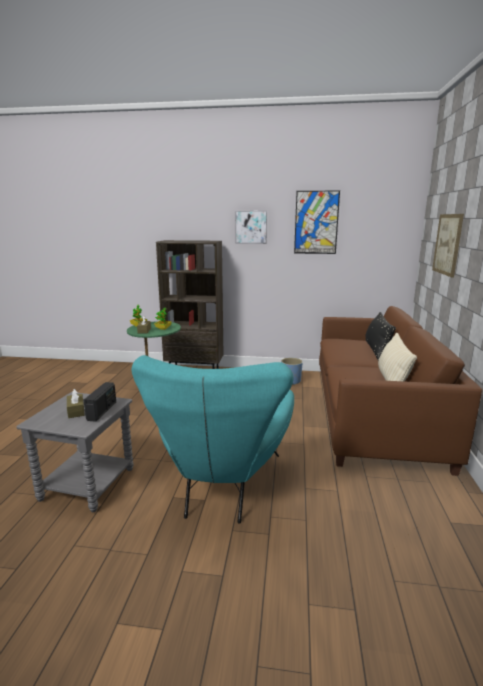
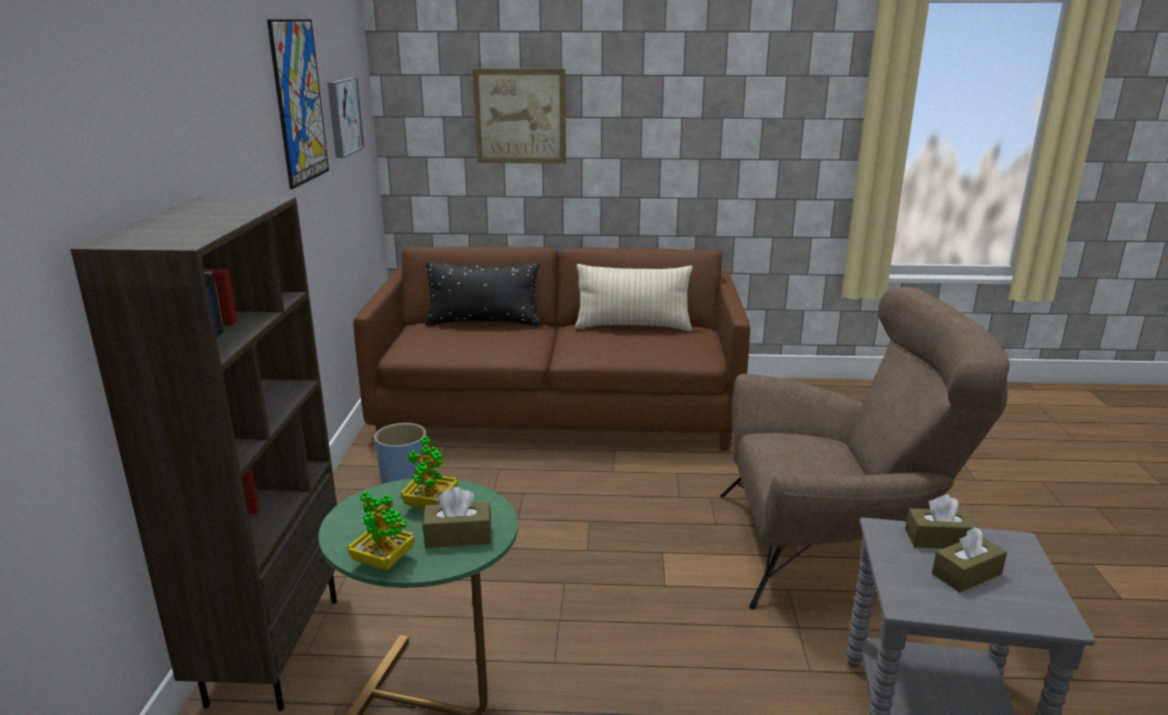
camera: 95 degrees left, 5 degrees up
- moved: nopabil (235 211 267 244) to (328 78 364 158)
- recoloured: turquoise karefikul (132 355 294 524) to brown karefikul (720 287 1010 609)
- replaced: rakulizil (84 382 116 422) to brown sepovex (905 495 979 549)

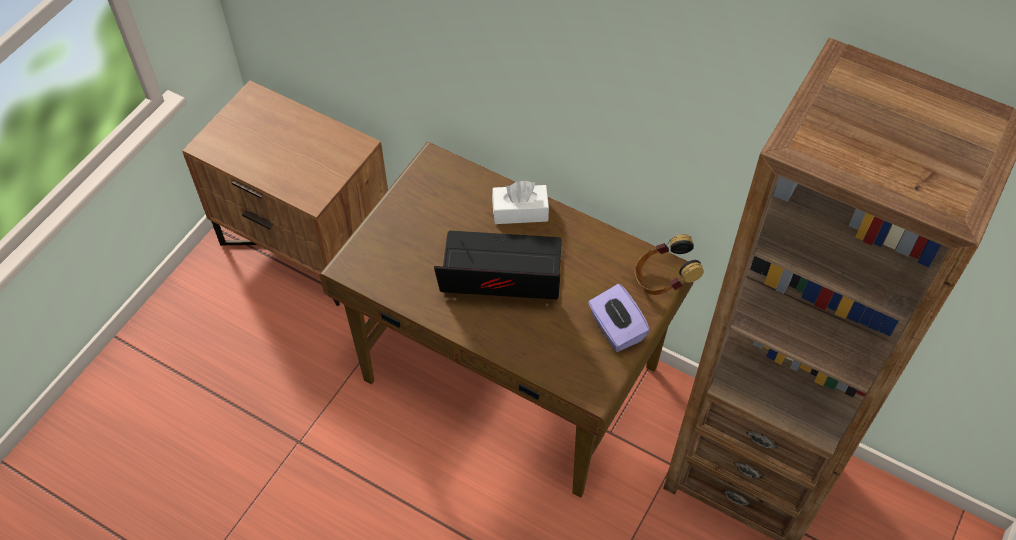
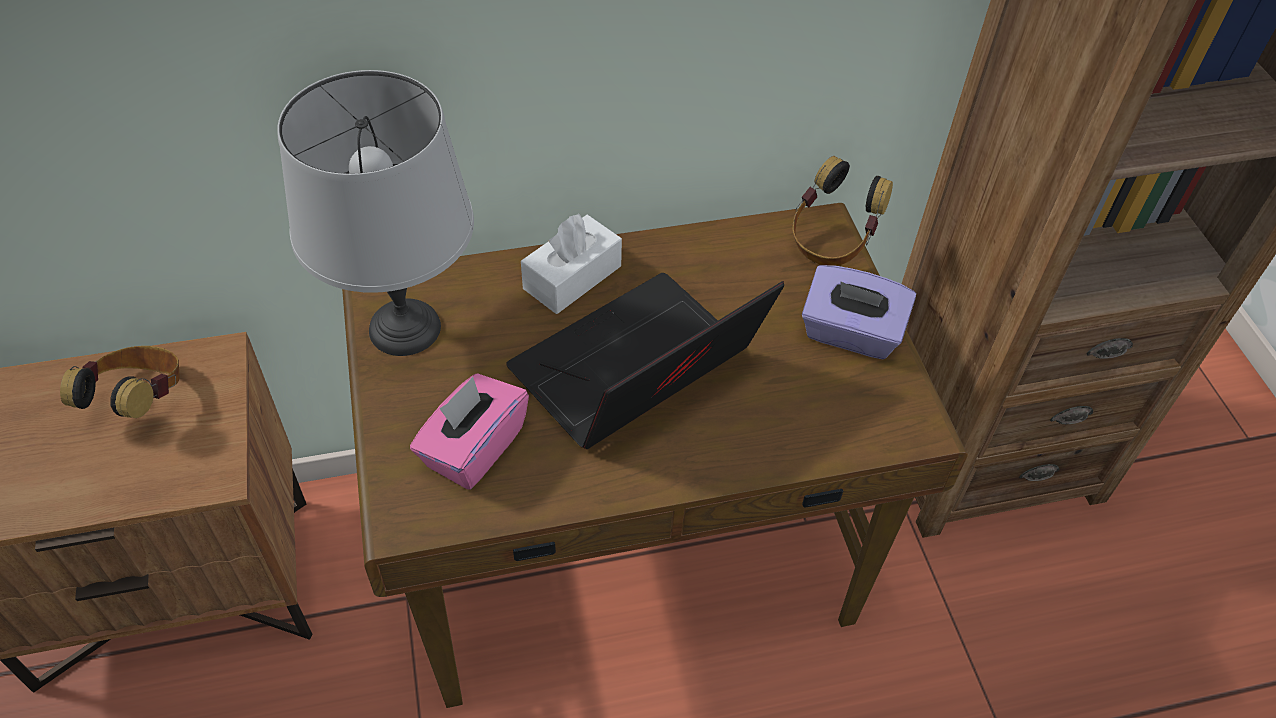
camera: 45 degrees left, 5 degrees down
- added: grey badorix (278 70 474 356)
- added: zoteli (60 346 180 418)
- added: pink sepovex (410 373 529 490)

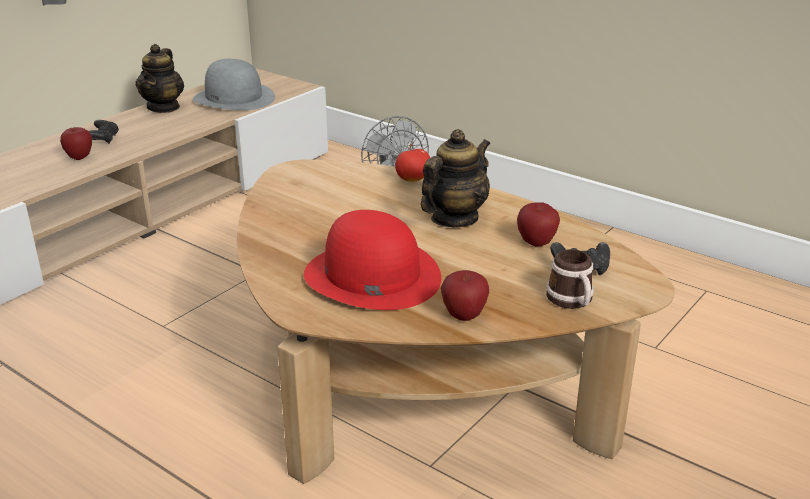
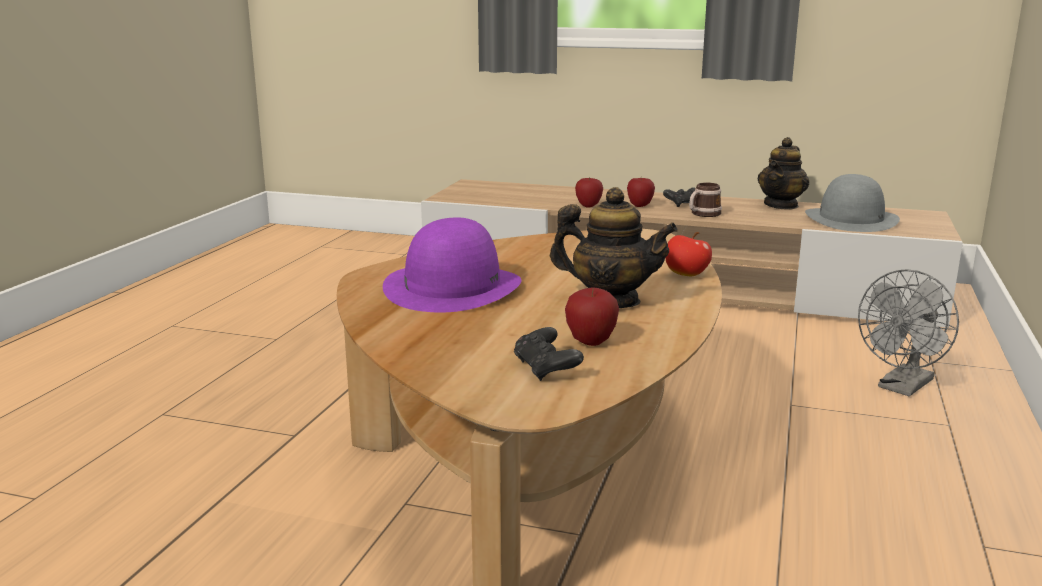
camera: 70 degrees right, 10 degrees down
- turned: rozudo (136 44 184 113) = (757 137 809 210) 45 degrees counterclockwise
- recoloured: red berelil (304 210 441 310) to purple berelil (383 217 521 312)
- moved: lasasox (546 249 594 309) to (689 183 722 217)
- moved: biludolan (441 270 489 321) to (575 177 603 207)

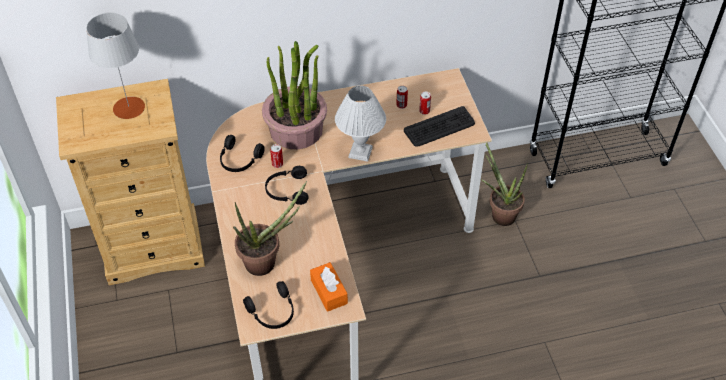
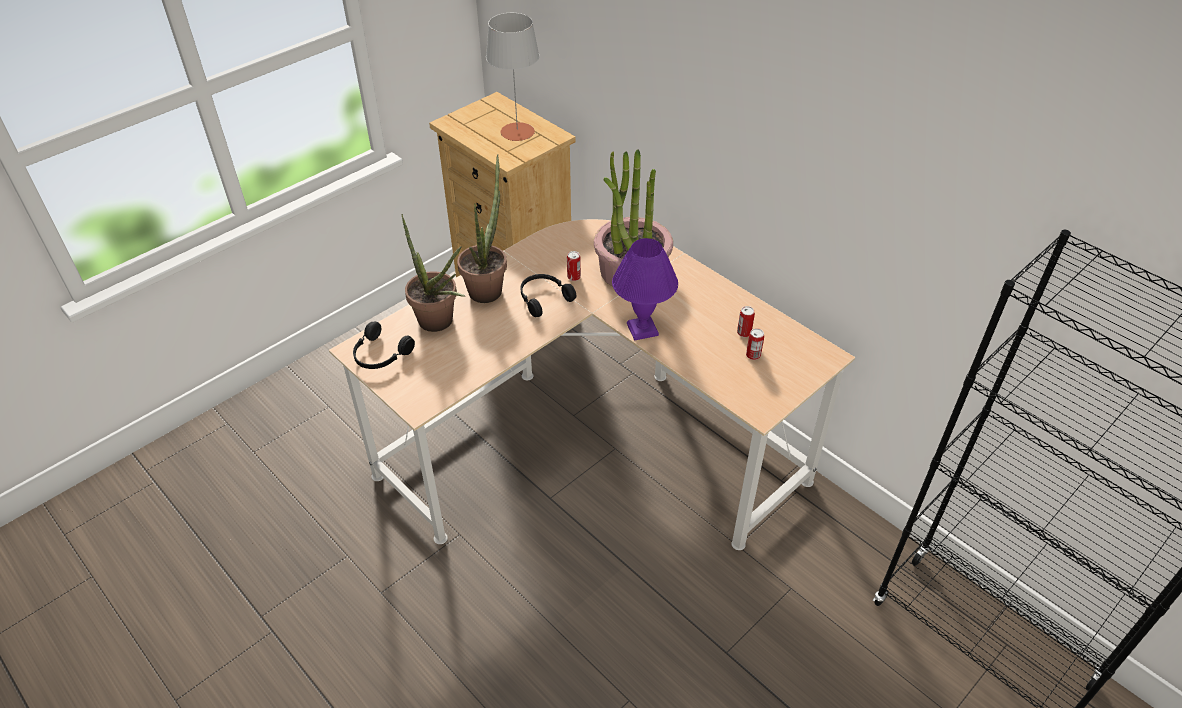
camera: 60 degrees right, 5 degrees down
- recoloured: white badorix (335 86 386 162) to purple badorix (612 238 678 341)
- removed: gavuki (404 106 475 147)
- removed: black zoteli (220 135 265 172)
- moved: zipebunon (482 143 528 226) to (457 155 507 303)
- removed: orange sepovex (310 262 348 312)

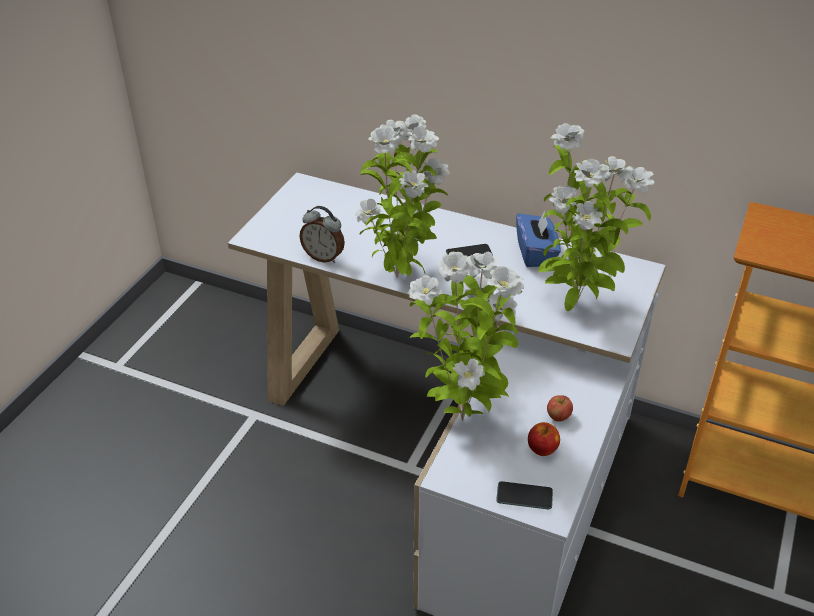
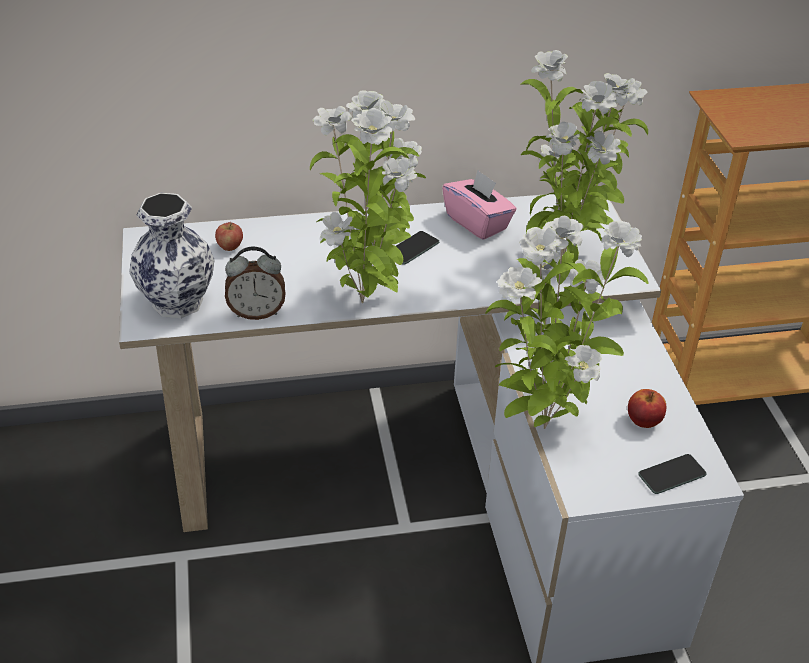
camera: 35 degrees left, 0 degrees up
- recoloured: blue sepovex (516 210 561 267) to pink sepovex (442 170 517 240)
- moved: biludolan (547 395 573 422) to (215 222 243 251)
- added: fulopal (129 193 215 318)

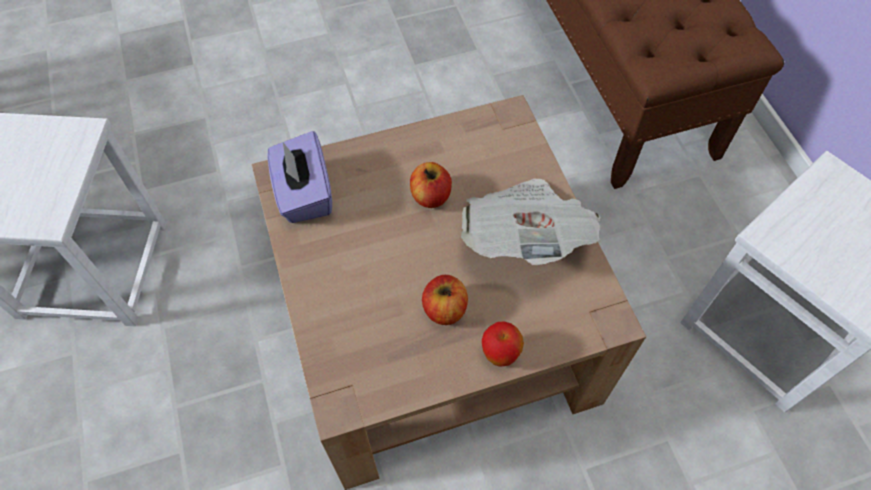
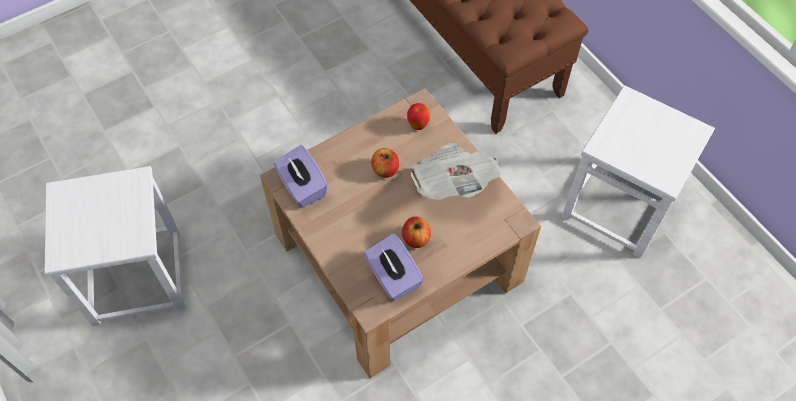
camera: 15 degrees left, 0 degrees up
- moved: biludolan (482 321 524 367) to (407 103 430 130)
- added: purple sepovex (364 234 424 301)

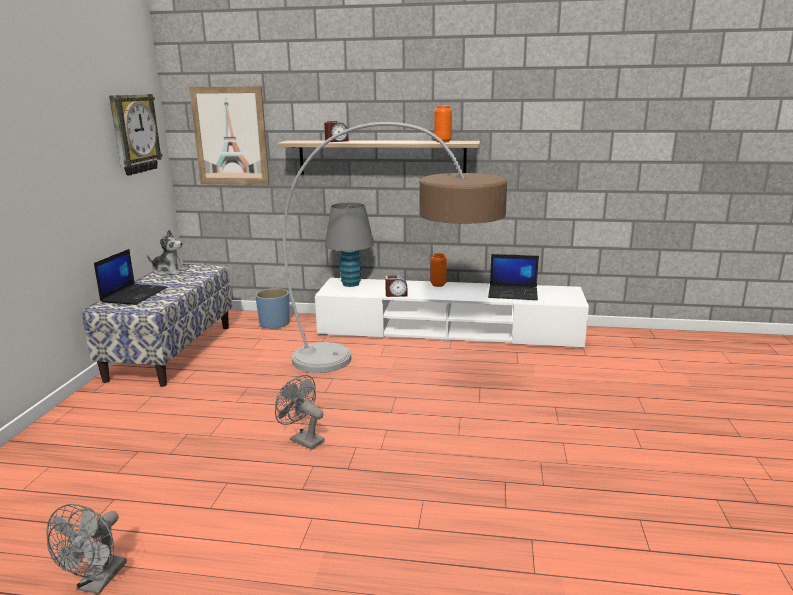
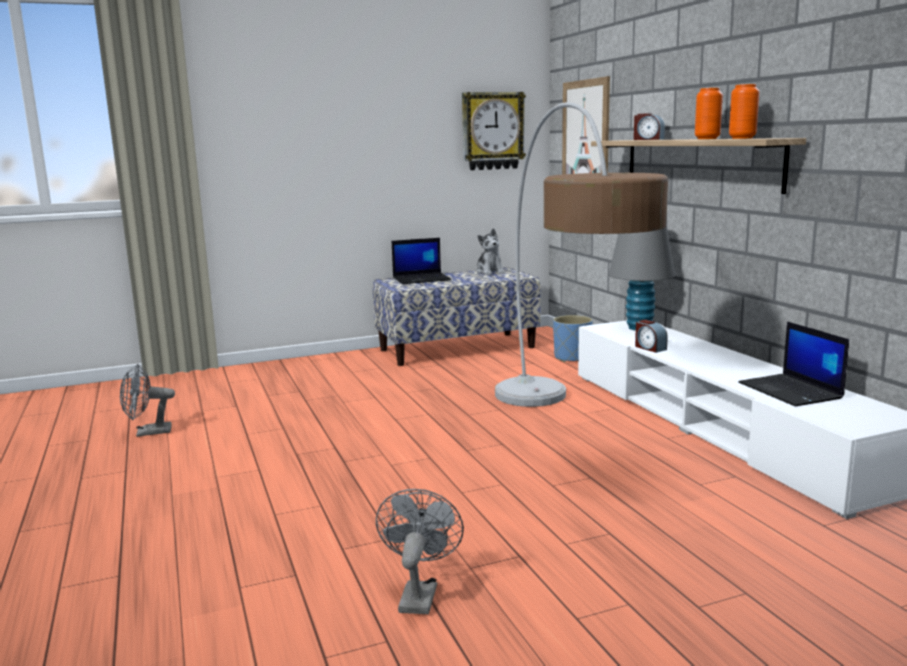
camera: 60 degrees right, 5 degrees down
- moved: orange fulopal (430 253 447 287) to (695 88 723 139)
- moved: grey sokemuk (275 375 325 450) to (376 489 464 614)

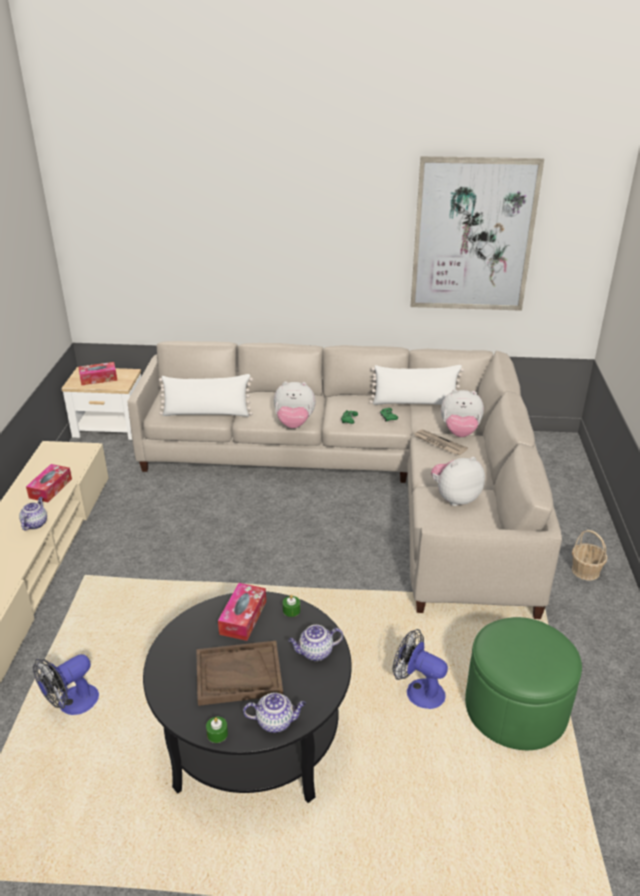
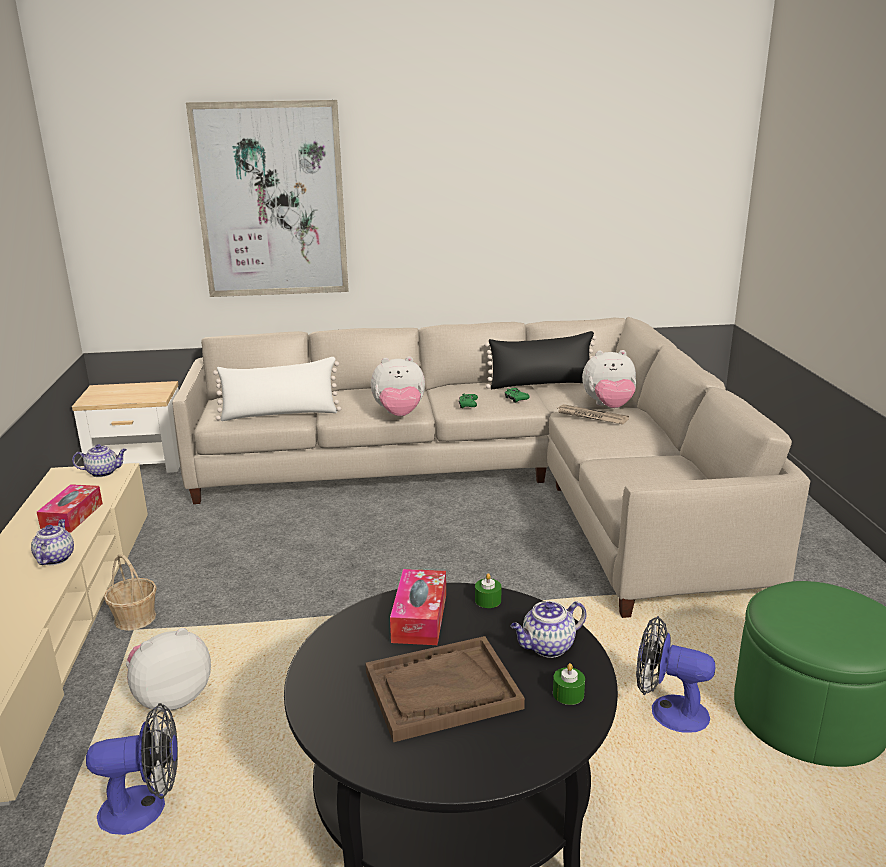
camera: 10 degrees left, 10 degrees down
- moved: nopabil (411 156 544 311) to (186 100 349 297)
- removed: sepovex (79 362 117 386)
- recoloured: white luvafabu (370 365 464 405) to black luvafabu (485 331 597 389)
- moved: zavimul (431 457 485 506) to (126 628 211 712)
- moved: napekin (572 530 607 580) to (104 554 157 631)
- turned: sokemuk (33 654 99 715) = (86 703 178 835) 135 degrees counterclockwise
- moved: rozudo (243 692 306 733) to (72 444 127 477)
- moved: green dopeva (206 717 228 743) to (553 663 585 705)

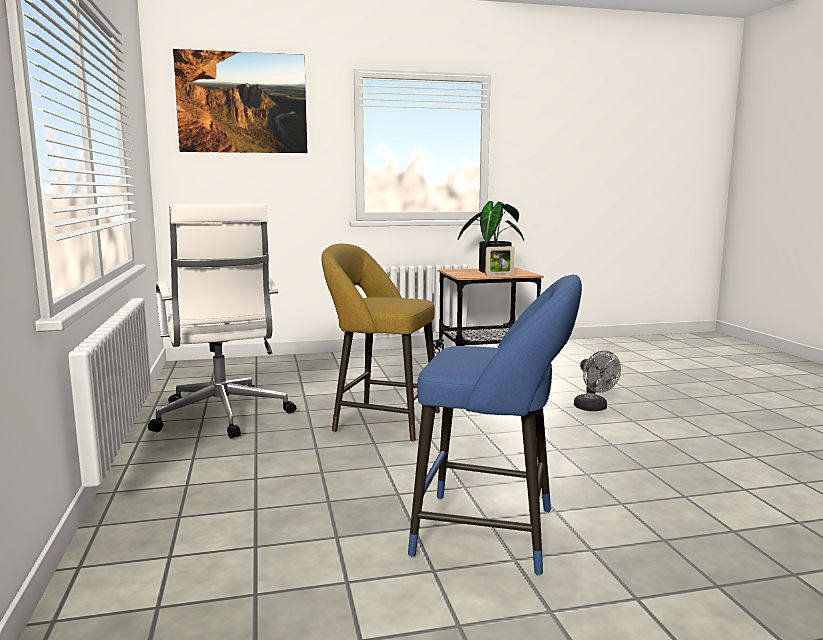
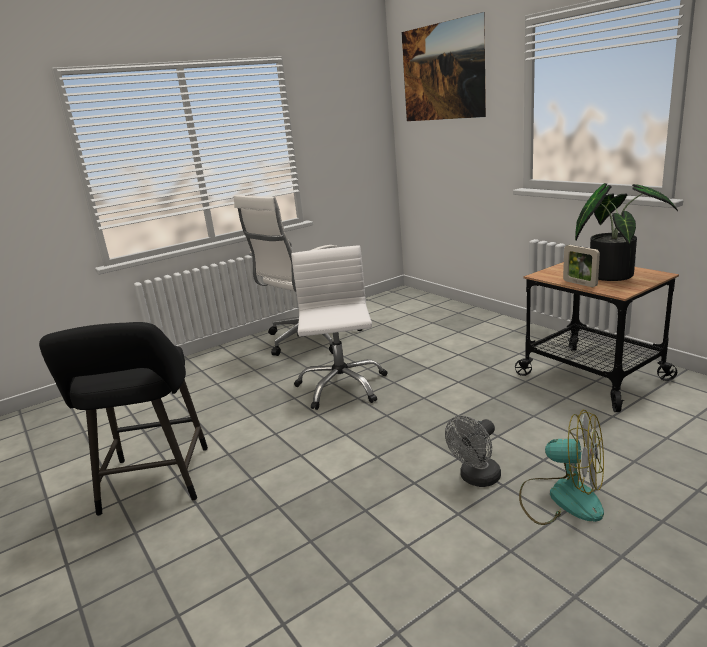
camera: 70 degrees right, 10 degrees up
- replaced: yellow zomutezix (321 244 440 442) to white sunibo (291 246 388 410)
- recoloured: blue zomutezix (408 275 582 576) to black zomutezix (39 322 208 516)
- added: sokemuk (519 410 604 525)

